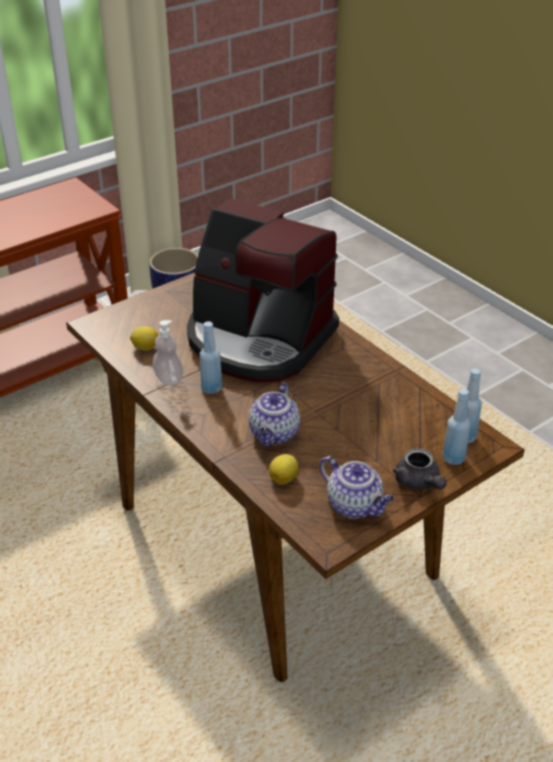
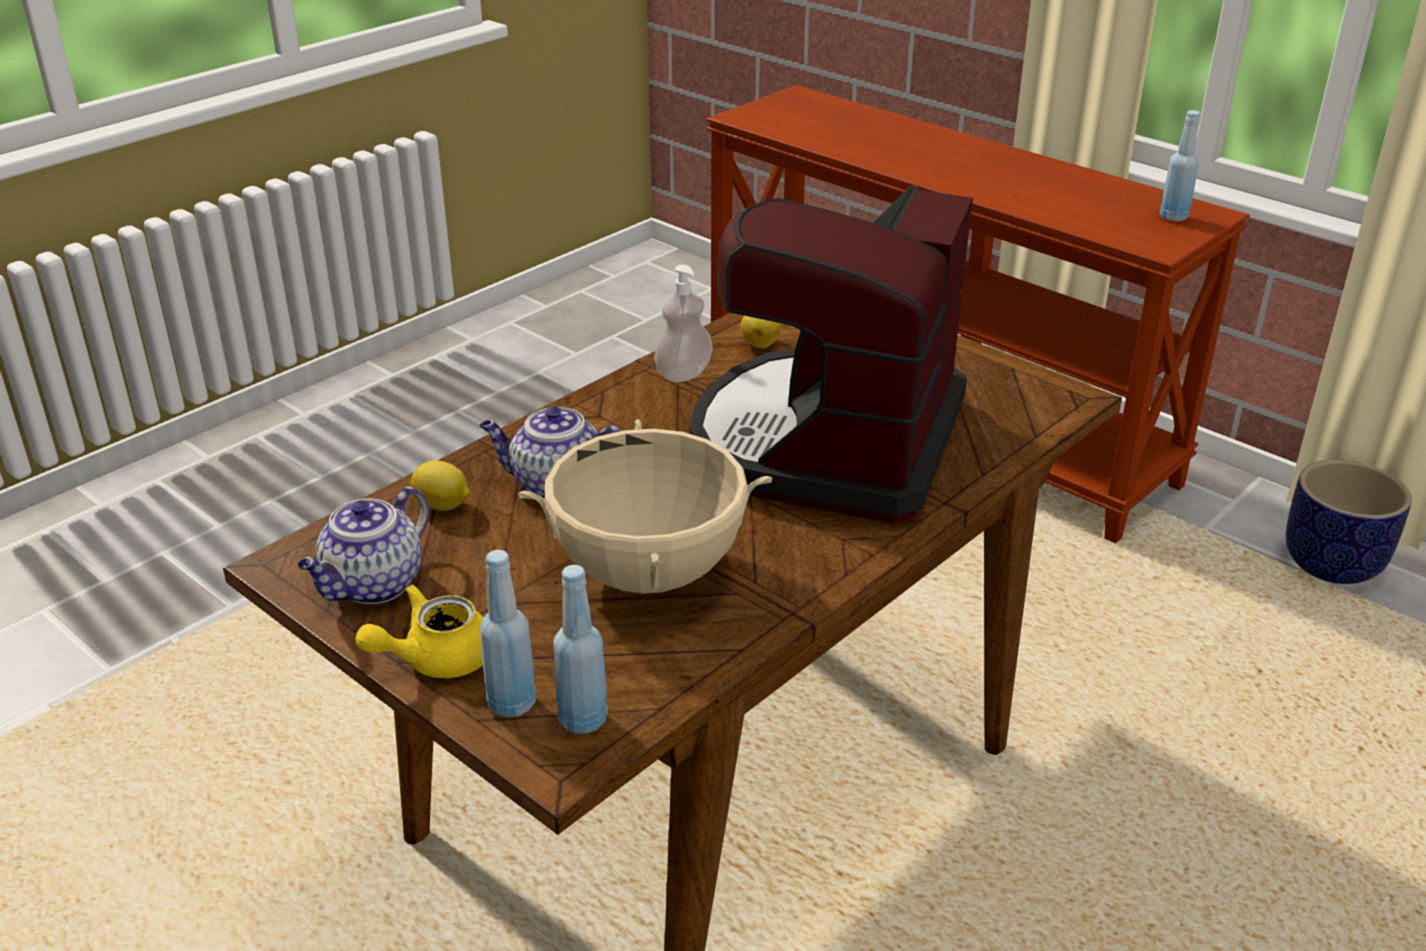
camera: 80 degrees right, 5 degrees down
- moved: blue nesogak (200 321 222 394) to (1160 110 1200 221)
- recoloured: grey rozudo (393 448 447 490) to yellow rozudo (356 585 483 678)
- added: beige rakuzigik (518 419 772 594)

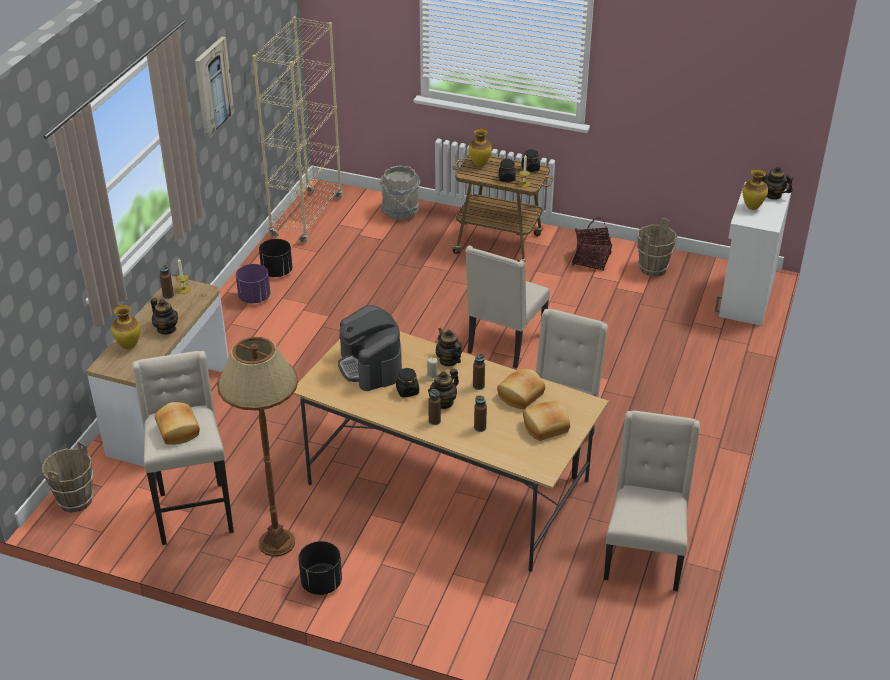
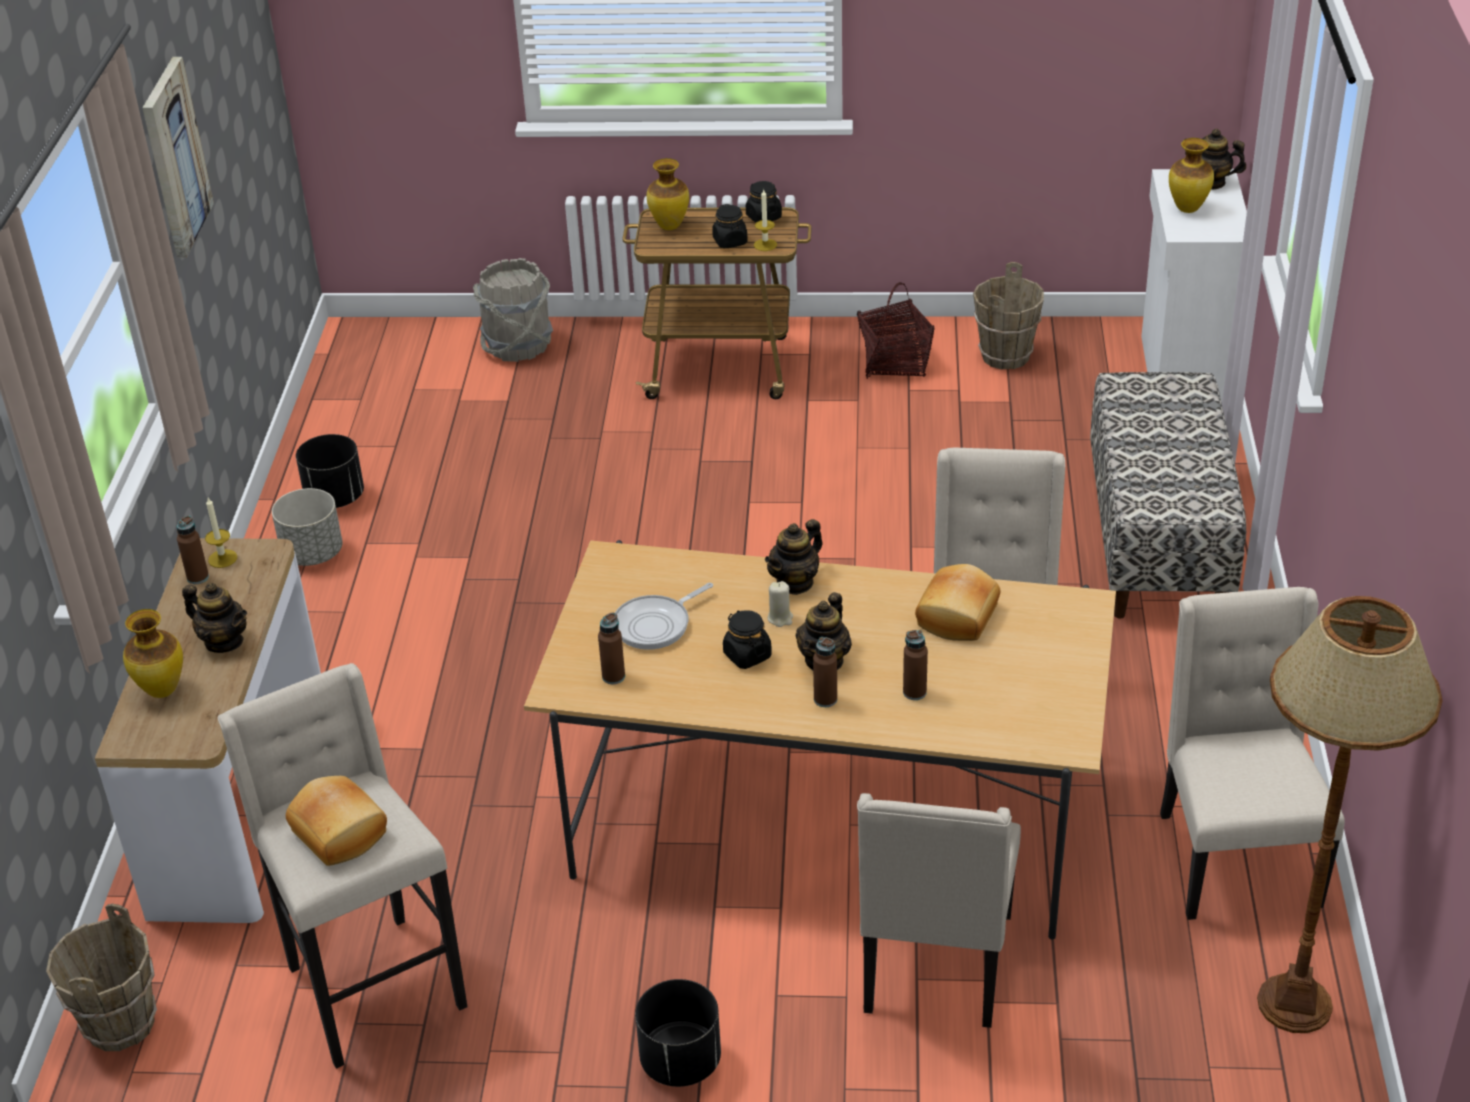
camera: 15 degrees left, 0 degrees up
- removed: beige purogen (252 16 343 243)
- moved: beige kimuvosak (465 245 550 368) to (857 793 1021 1028)
- recoloured: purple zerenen (236 264 270 303) to grey zerenen (272 488 343 566)
- replaced: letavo (338 305 402 391) to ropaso (615 583 713 650)
- turned: rozudo (436 328 462 367) = (765 519 823 595) 90 degrees counterclockwise
- moved: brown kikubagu (217 337 298 557) to (1257 596 1443 1033)
- moved: brown nesogak (473 354 485 390) to (598 612 625 684)
- removed: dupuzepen (523 401 570 441)
- added: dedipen (1090 372 1246 619)

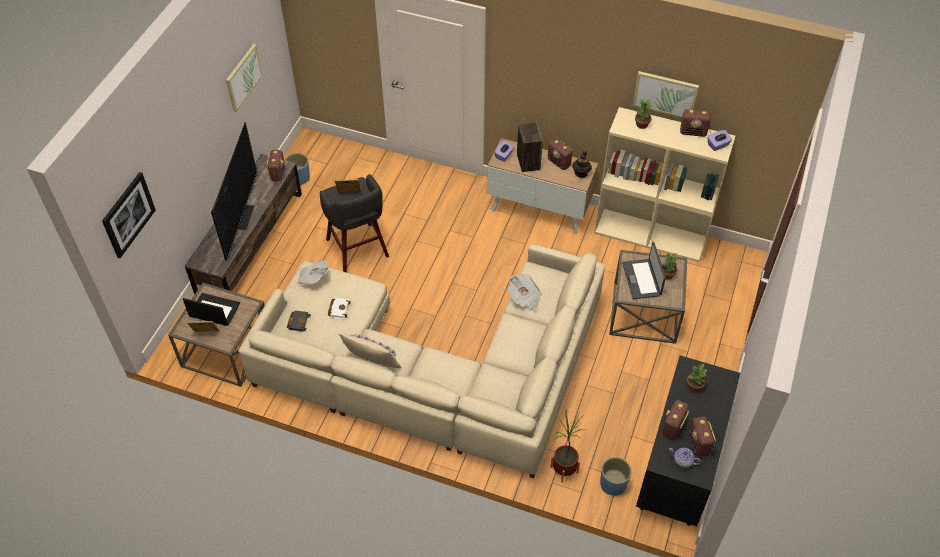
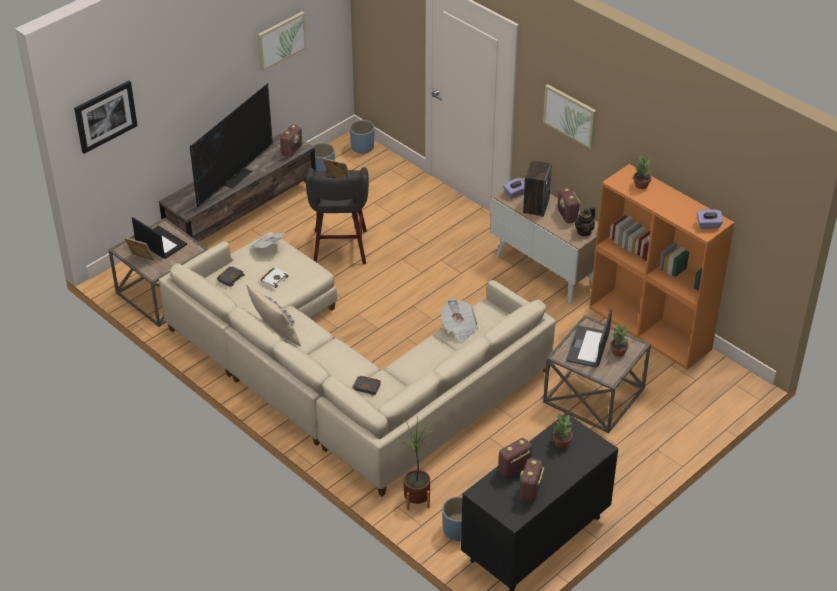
camera: 25 degrees right, 10 degrees down
- moved: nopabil (633 71 699 118) to (543 84 596 149)
- recoloured: beige purogen (594 107 735 262) to orange purogen (590 164 735 370)
- removed: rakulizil (680 109 711 137)
- removed: rozudo (669 448 701 468)
- added: blue zerenen (350 120 375 154)
- added: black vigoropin (353 376 381 396)

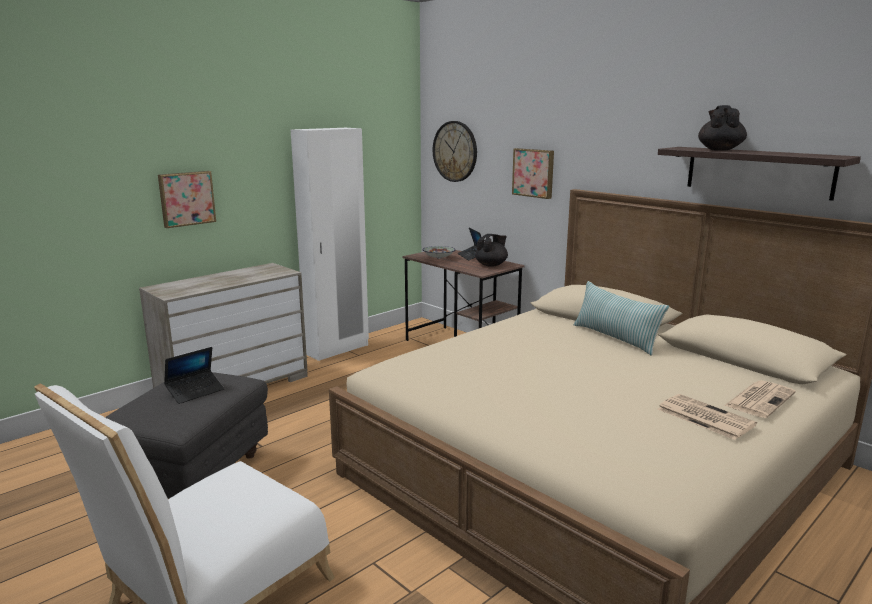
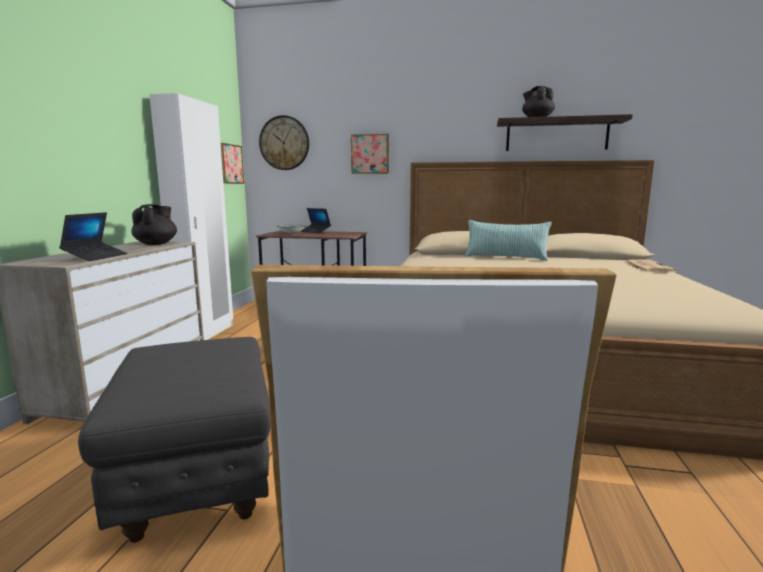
camera: 35 degrees left, 5 degrees down
- moved: nopabil (158 171 216 228) to (221 143 244 184)
- moved: black rozudo (475 234 508 267) to (131 204 177 245)
- moved: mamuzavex (164 347 225 404) to (59 212 128 261)
- removed: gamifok (658 394 757 440)

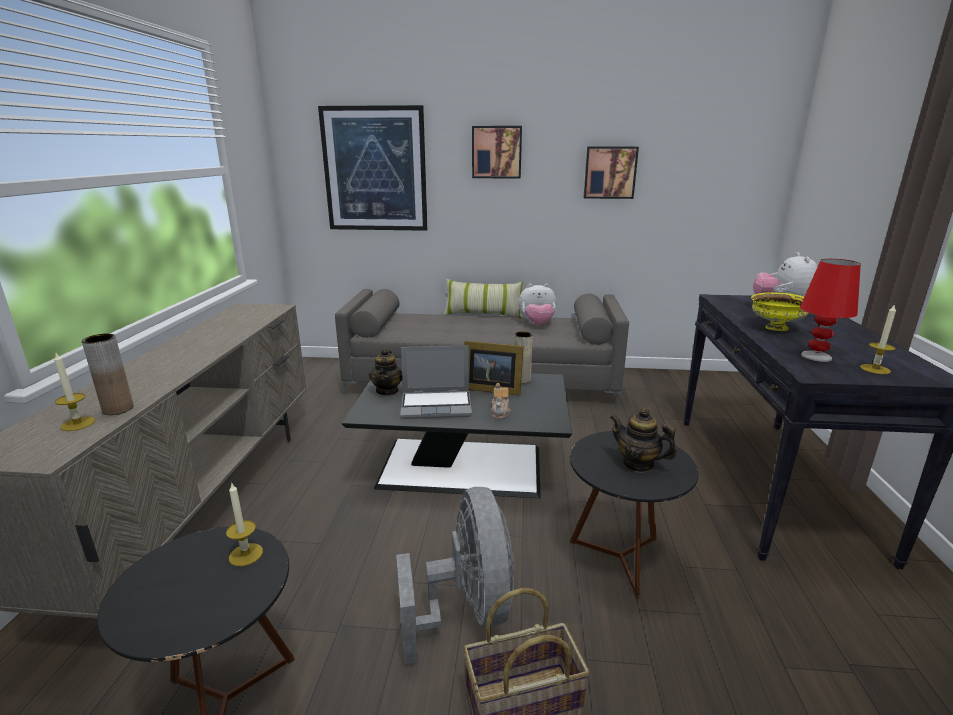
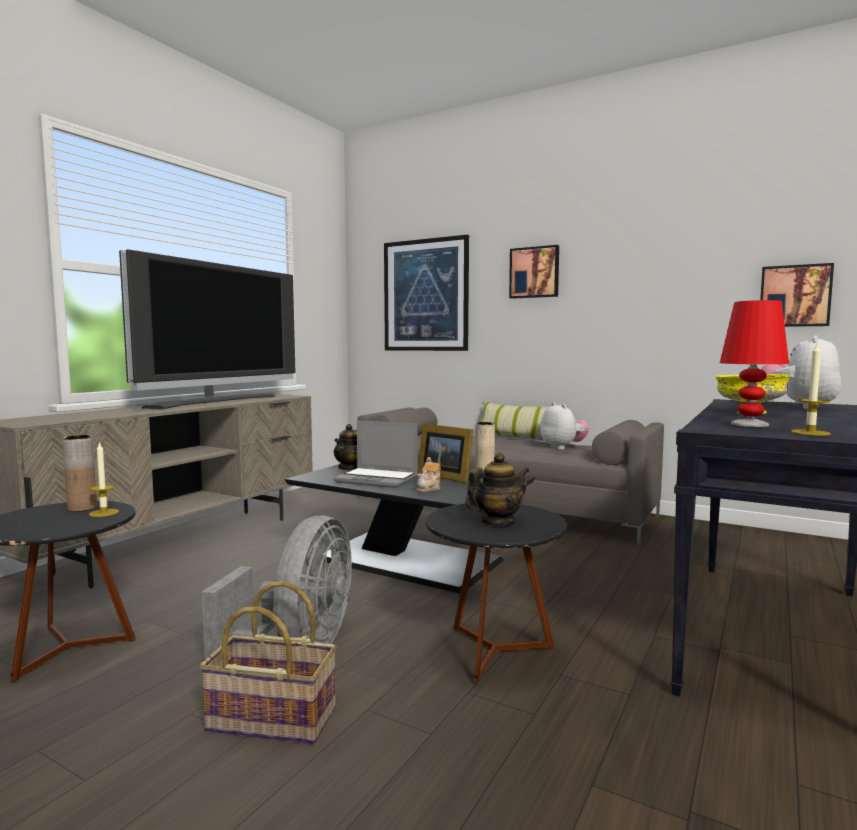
camera: 25 degrees right, 15 degrees down
- moved: nopabil (584 147 639 199) to (760 263 834 327)
- turned: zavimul (519 284 557 325) = (540 402 589 450) 135 degrees counterclockwise
- moved: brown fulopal (82 334 134 415) to (62 435 97 512)
- removed: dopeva (54 353 95 431)
- turned: rozudo (610 408 677 473) = (465 452 530 525) 90 degrees clockwise
- added: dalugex (119 249 295 409)

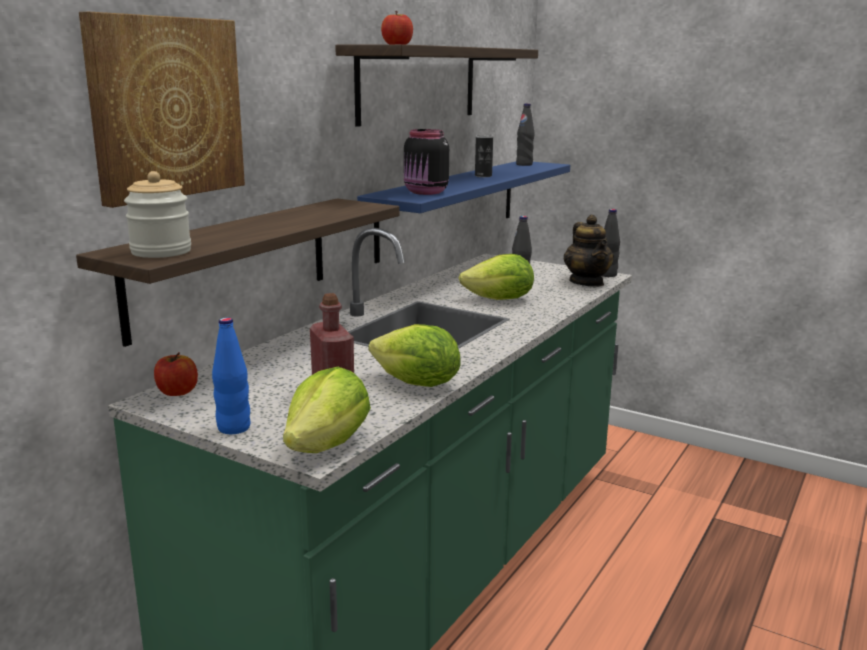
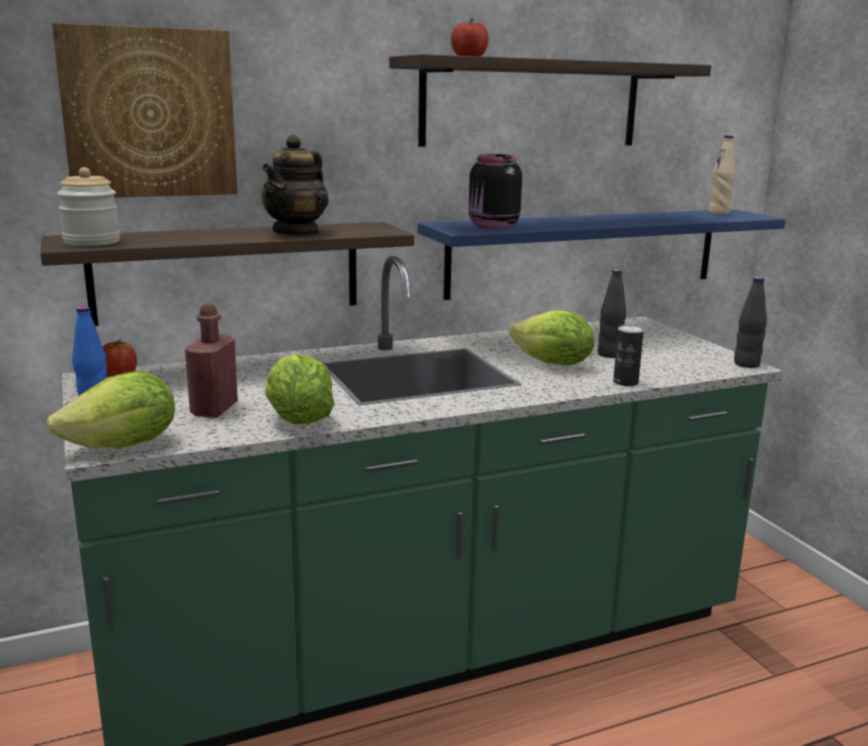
camera: 35 degrees right, 0 degrees up
- recoloured: black nesogak (516 103 534 166) to beige nesogak (708 135 735 215)
- moved: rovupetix (475 135 493 177) to (613 325 644 386)
- moved: rozudo (564 215 614 287) to (261 135 329 237)

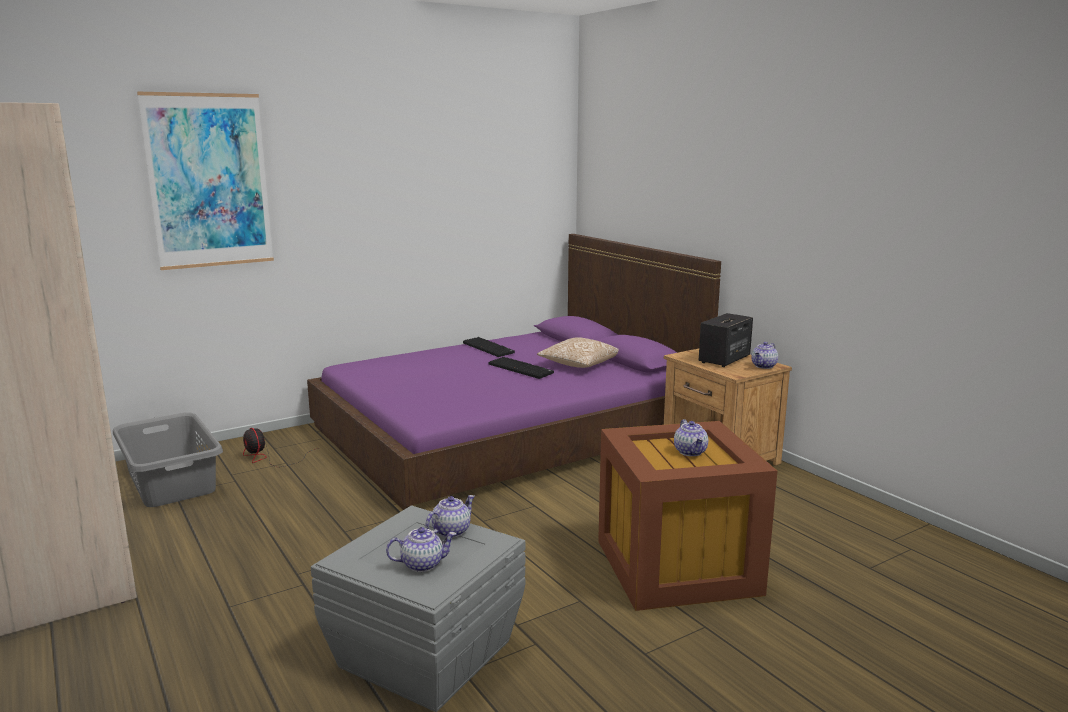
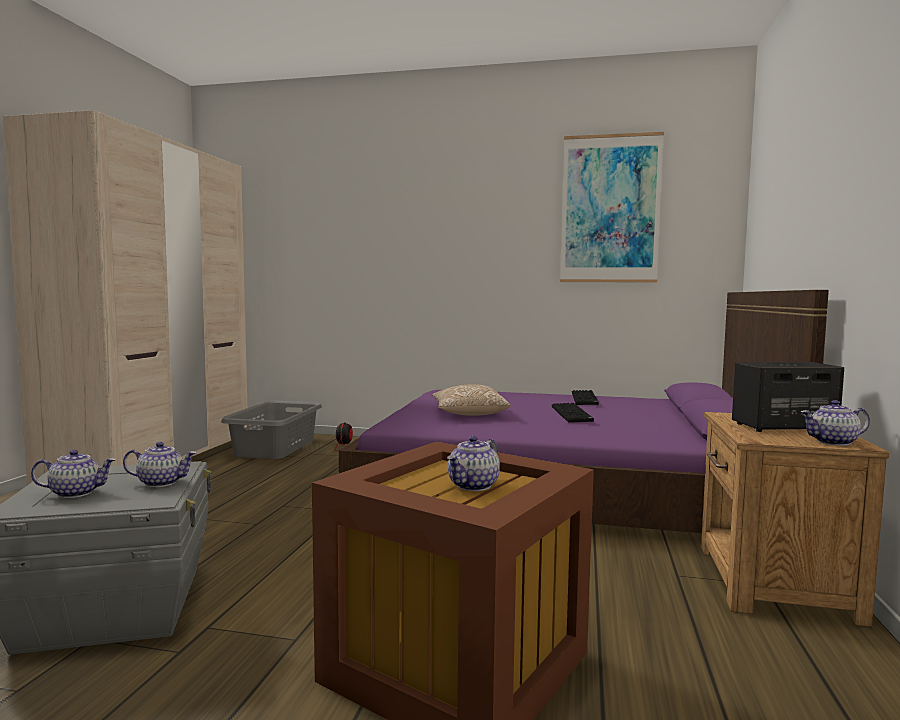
camera: 45 degrees right, 10 degrees down
- moved: nopabil (137 92 274 270) to (560 132 664 283)
- moved: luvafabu (537 337 619 368) to (432 384 511 416)
- turned: rozudo (386 527 456 572) = (31 450 116 498) 45 degrees counterclockwise

